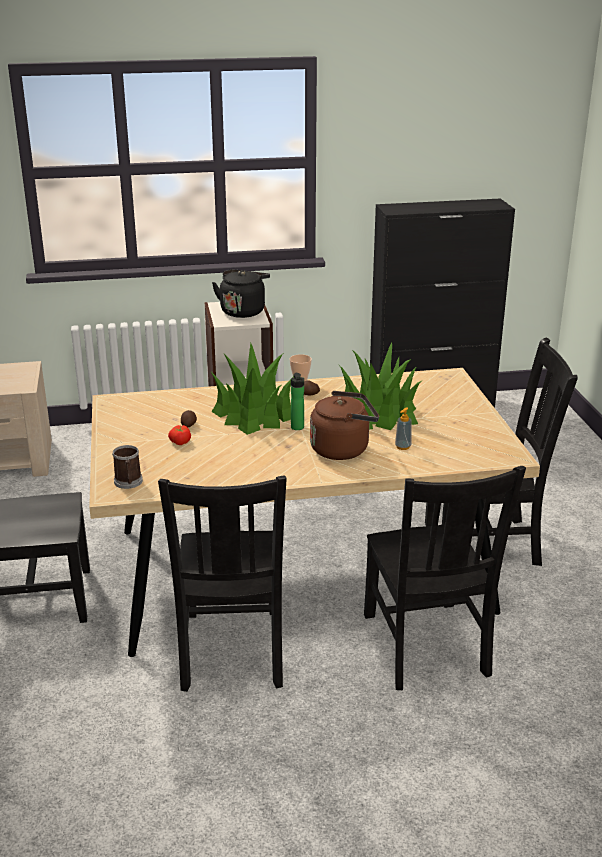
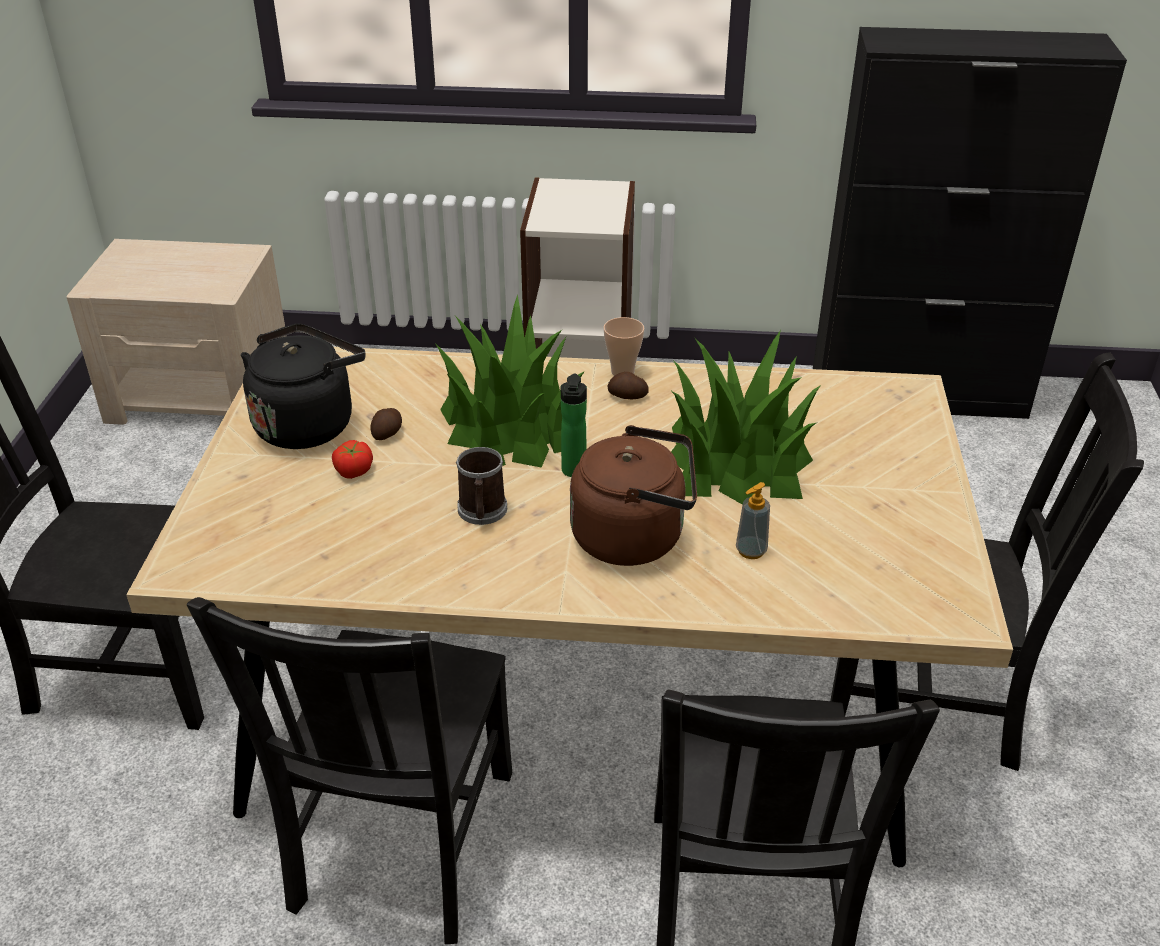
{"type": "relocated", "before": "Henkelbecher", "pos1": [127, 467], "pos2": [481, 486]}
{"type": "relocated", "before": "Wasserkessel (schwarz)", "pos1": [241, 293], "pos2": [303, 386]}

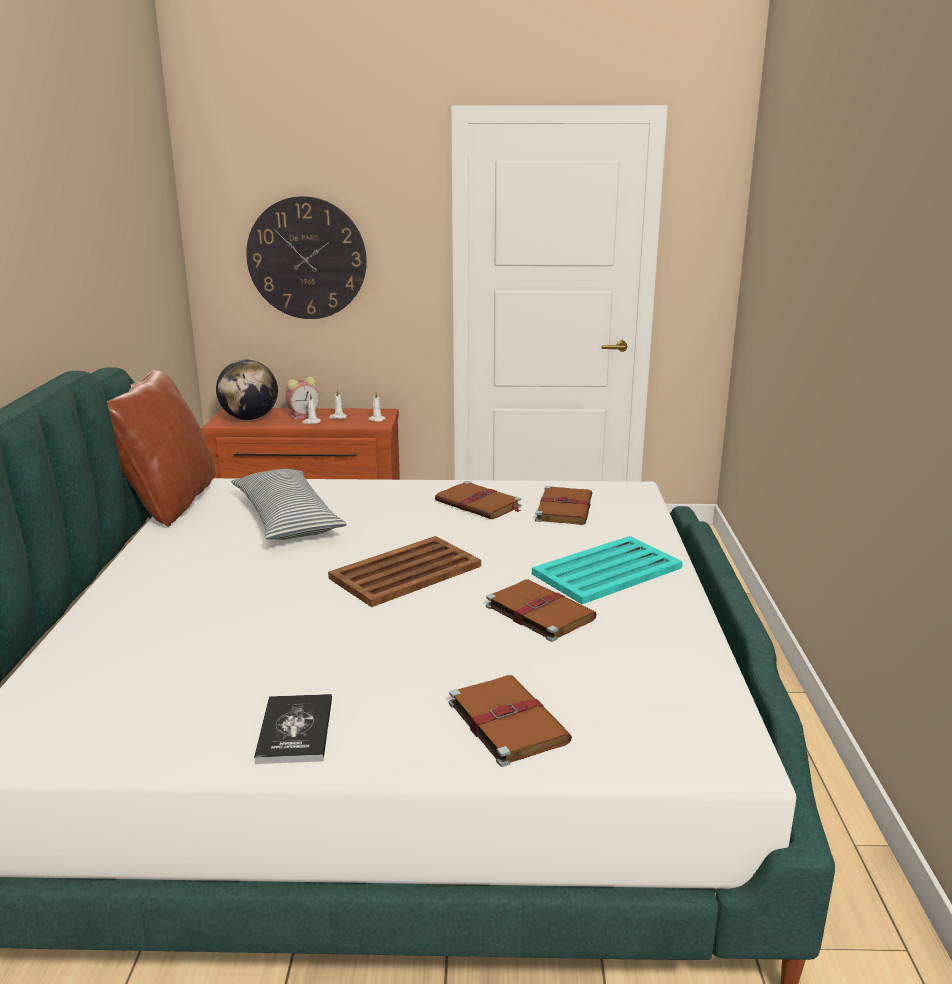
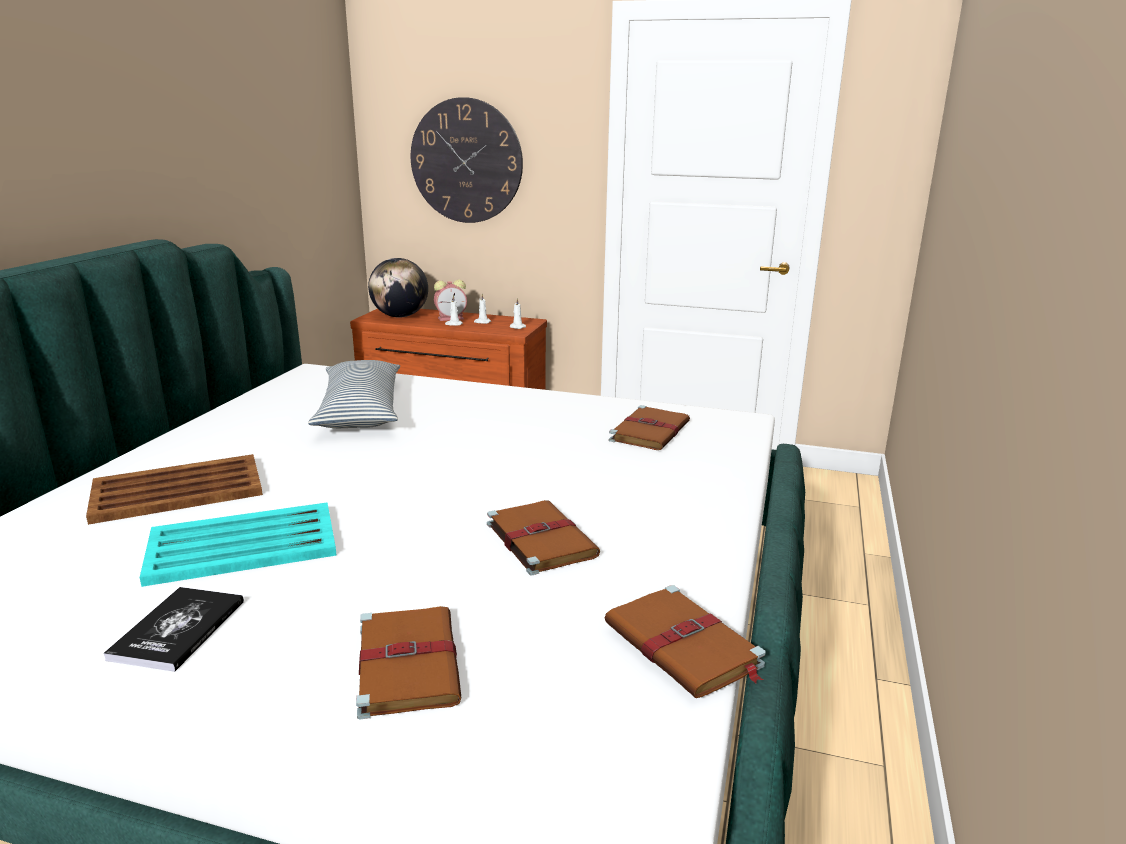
{"type": "missing", "before": "Kissen (braun)", "pos1": [161, 448]}
{"type": "relocated", "before": "Tablett (braun)", "pos1": [404, 571], "pos2": [174, 489]}
{"type": "relocated", "before": "Buch (braun)", "pos1": [478, 500], "pos2": [685, 641]}
{"type": "relocated", "before": "Tablett (türkis)", "pos1": [607, 570], "pos2": [238, 544]}

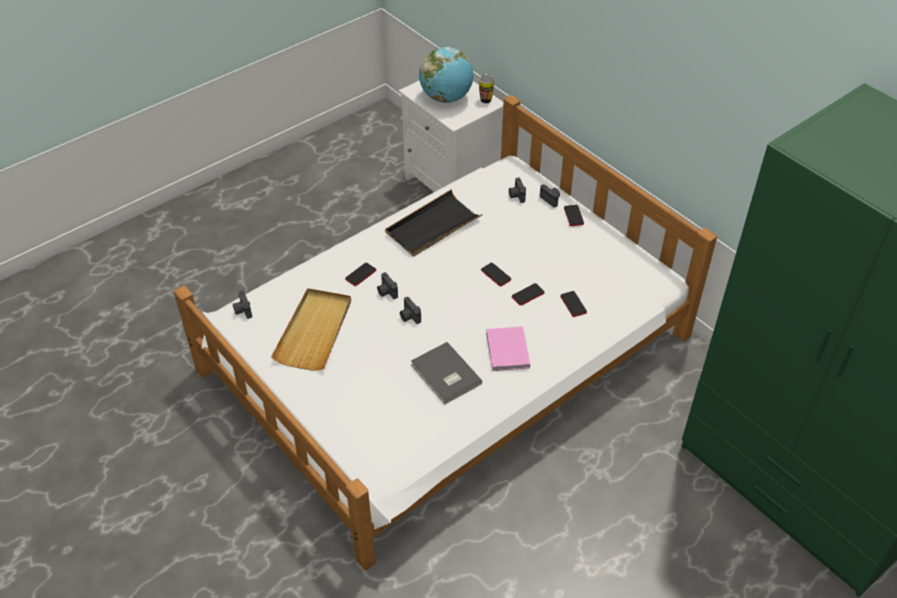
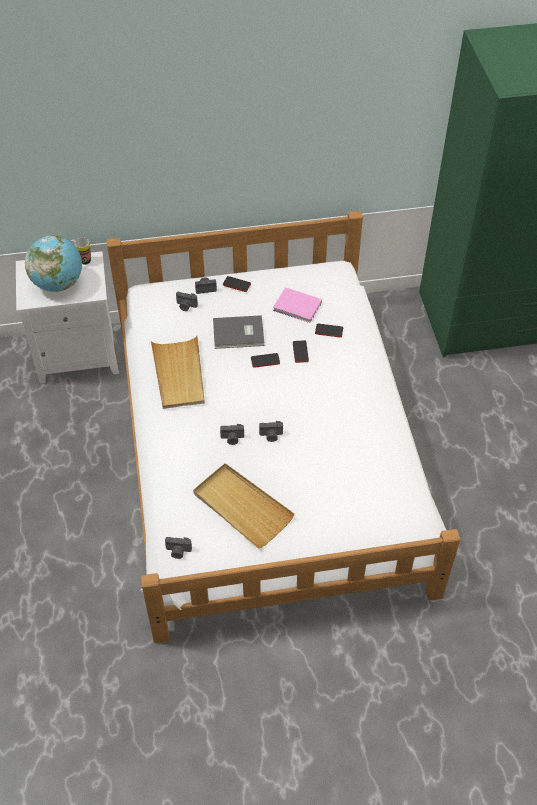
{"type": "missing", "before": "Handy", "pos1": [360, 274]}
{"type": "colour", "before": "Tablett (schwarz)", "after": "Tablett (beige)", "pos1": [434, 223], "pos2": [178, 372]}
{"type": "relocated", "before": "Buch (grau)", "pos1": [446, 373], "pos2": [238, 332]}
{"type": "relocated", "before": "Buch (rosa)", "pos1": [508, 348], "pos2": [297, 305]}

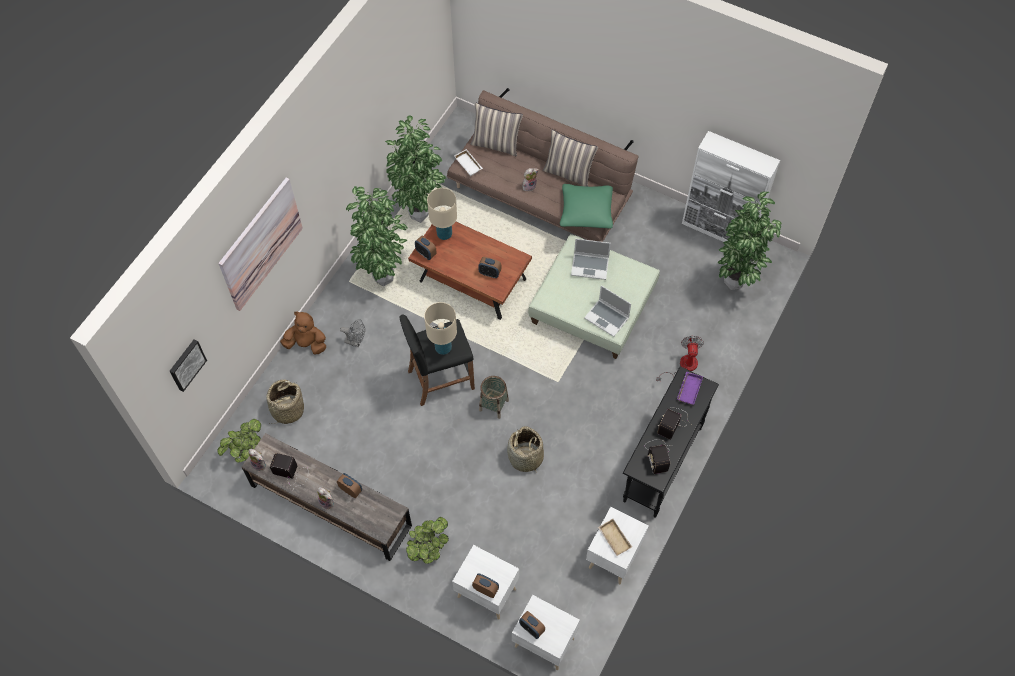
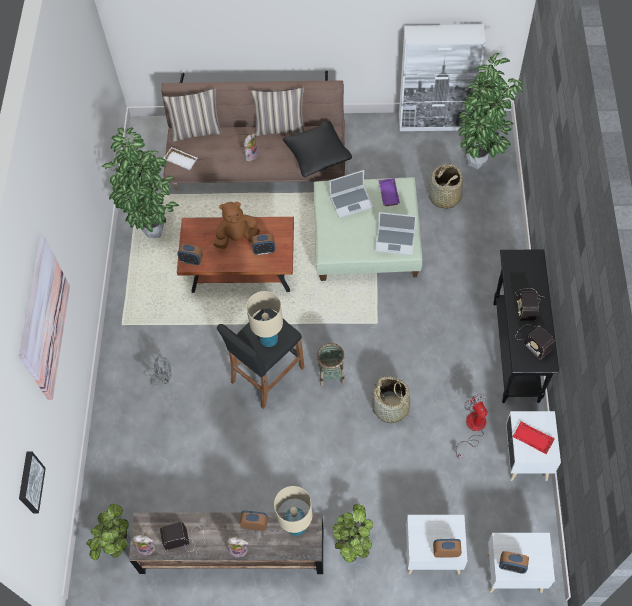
{"type": "relocated", "before": "Korb", "pos1": [285, 402], "pos2": [446, 187]}
{"type": "relocated", "before": "Plüschtier (braun)", "pos1": [303, 333], "pos2": [236, 225]}
{"type": "missing", "before": "Topfpflanze", "pos1": [377, 236]}
{"type": "relocated", "before": "Tischlampe (beige)", "pos1": [442, 214], "pos2": [293, 511]}
{"type": "colour", "before": "Kissen (grün)", "after": "Kissen (schwarz)", "pos1": [586, 206], "pos2": [317, 149]}
{"type": "colour", "before": "Tablett (beige)", "after": "Tablett (rot)", "pos1": [615, 537], "pos2": [533, 437]}
{"type": "relocated", "before": "Ventilator", "pos1": [680, 358], "pos2": [472, 426]}
{"type": "relocated", "before": "Tablett (lila)", "pos1": [690, 388], "pos2": [389, 192]}

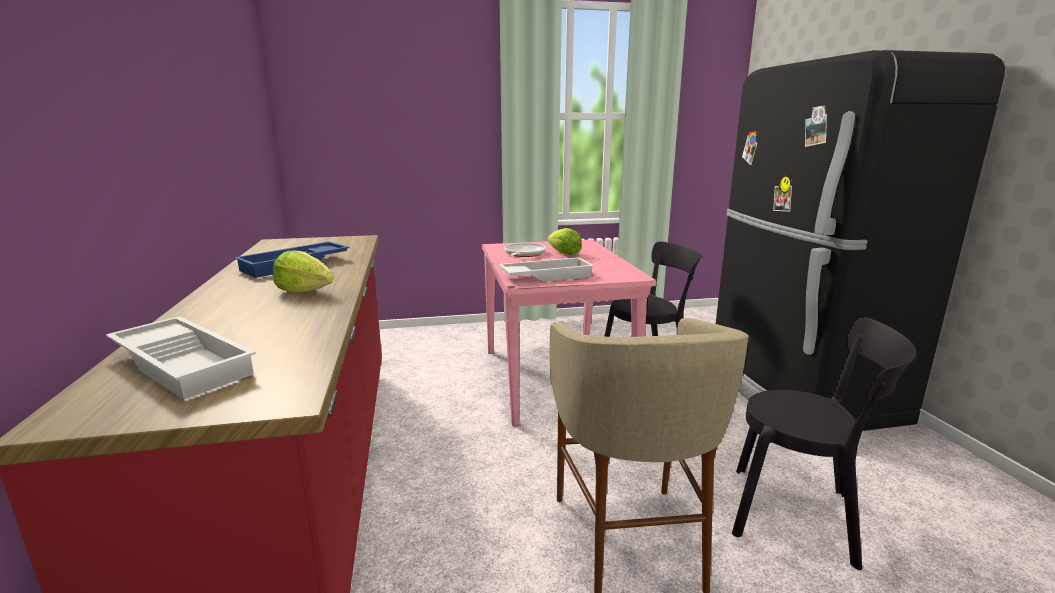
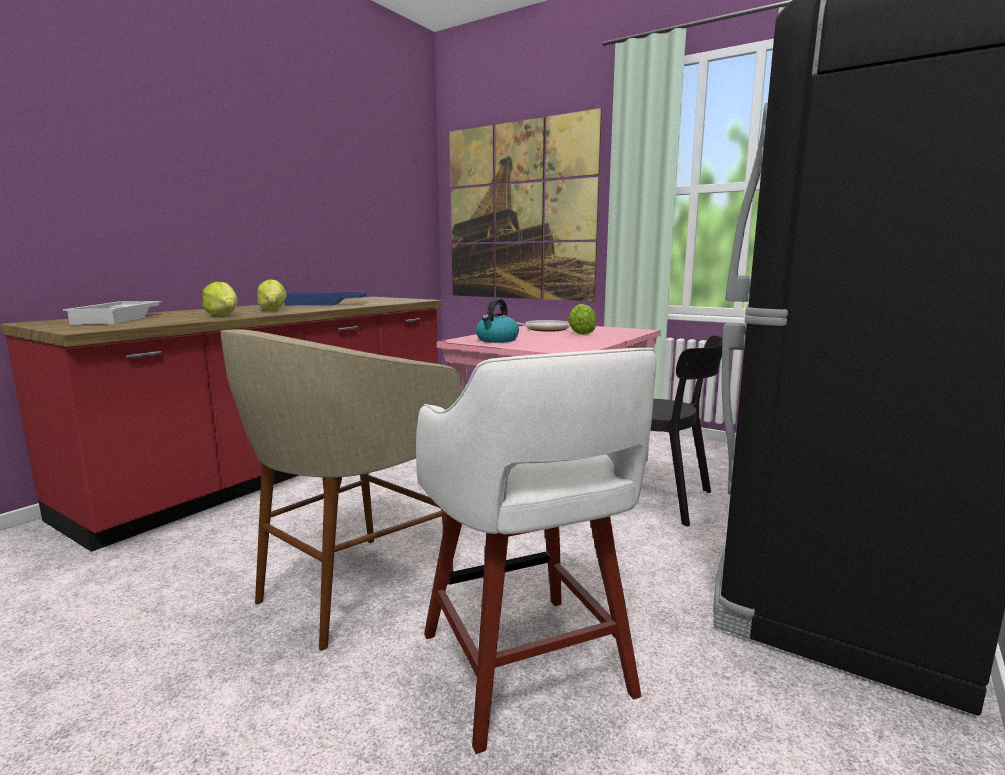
{"type": "exchanged", "before": "Tablett (weiß)", "after": "Wasserkessel", "pos1": [546, 269], "pos2": [497, 321]}
{"type": "exchanged", "before": "Stuhl (schwarz)", "after": "Hocker (weiß)", "pos1": [824, 443], "pos2": [536, 551]}
{"type": "appeared", "after": "Salatkopf", "pos2": [220, 298]}
{"type": "appeared", "after": "Bild", "pos2": [525, 205]}

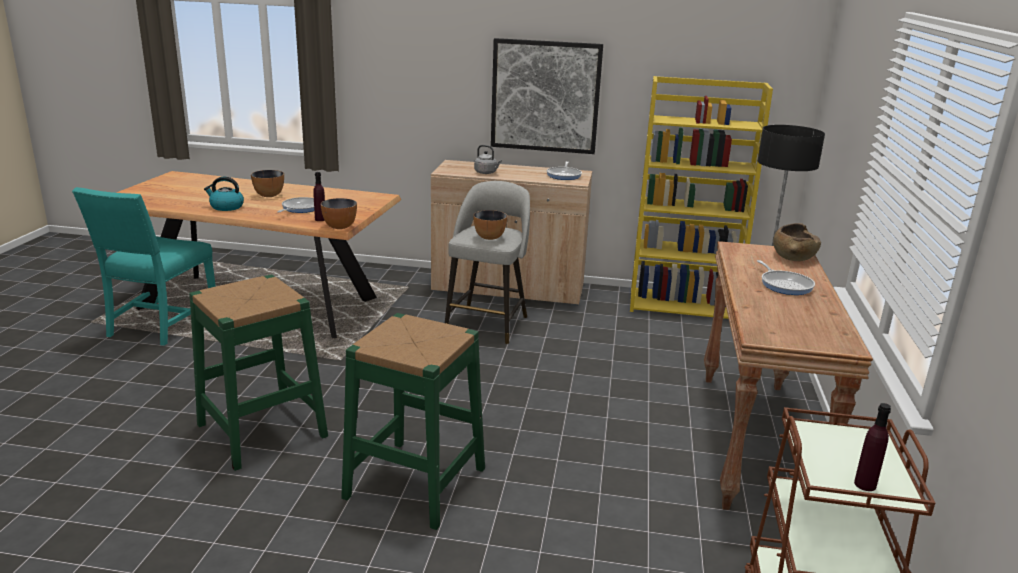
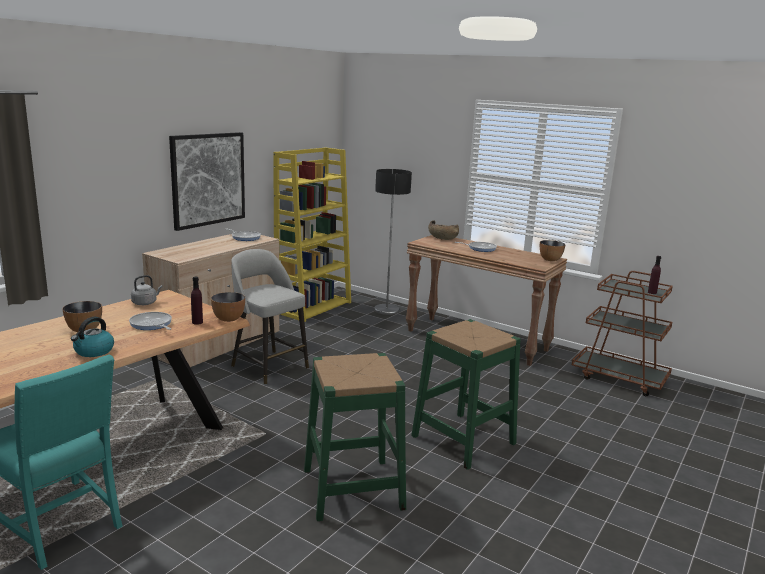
{"type": "relocated", "before": "Schüssel", "pos1": [490, 225], "pos2": [552, 250]}
{"type": "relocated", "before": "Wasserkessel (grau)", "pos1": [488, 159], "pos2": [147, 290]}

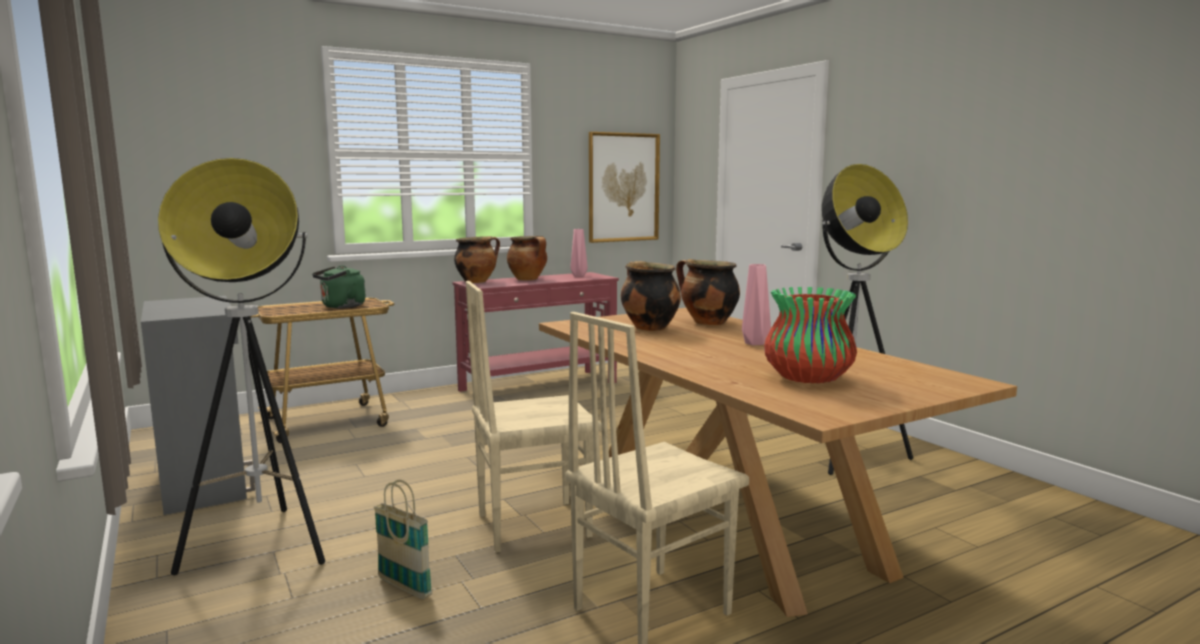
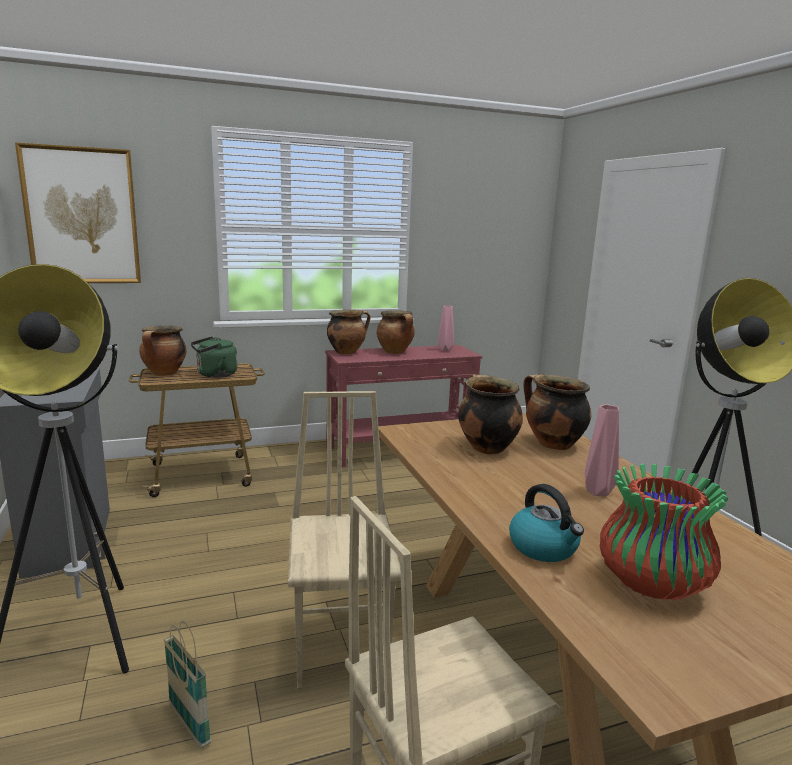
{"type": "spun", "before": "Stuhl (beige)", "pos1": [534, 417], "pos2": [344, 539], "turn": 90}
{"type": "relocated", "before": "Bild", "pos1": [624, 187], "pos2": [78, 212]}
{"type": "appeared", "after": "Kochtopf", "pos2": [162, 350]}
{"type": "appeared", "after": "Wasserkessel", "pos2": [546, 523]}

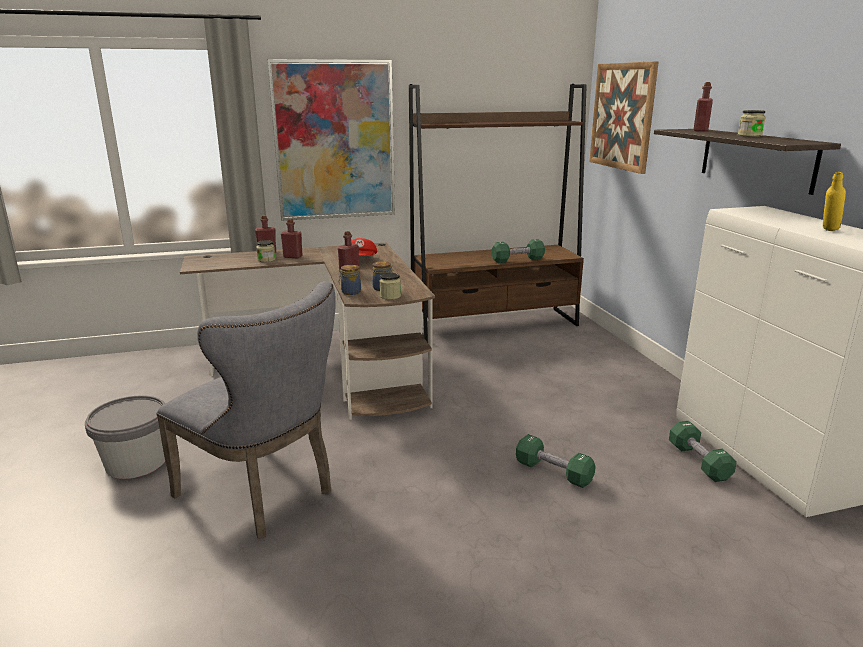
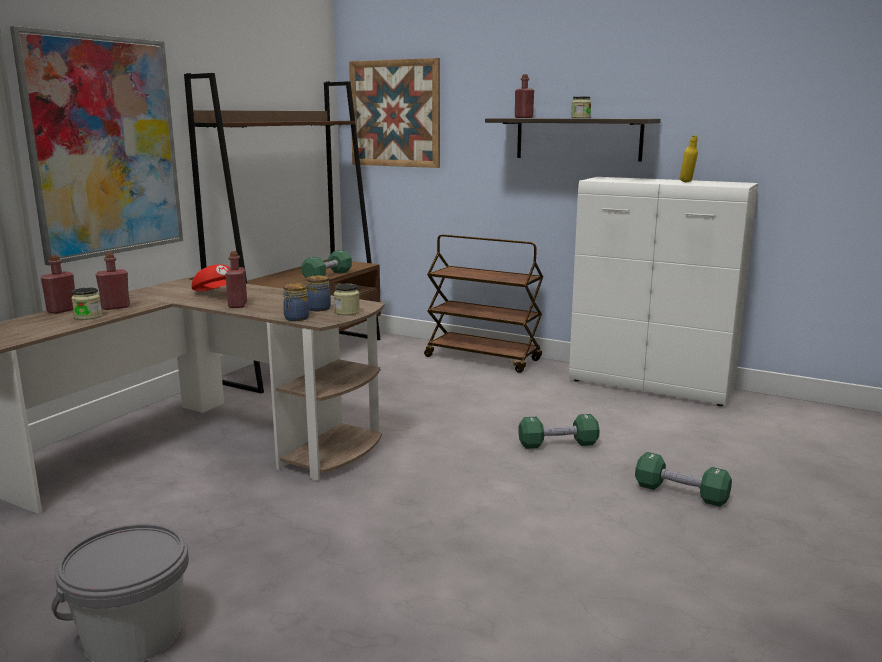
{"type": "missing", "before": "Stuhl (grau)", "pos1": [246, 410]}
{"type": "relocated", "before": "Hantel (grün)", "pos1": [703, 451], "pos2": [683, 479]}
{"type": "appeared", "after": "Rollwagen (braun)", "pos2": [483, 303]}

